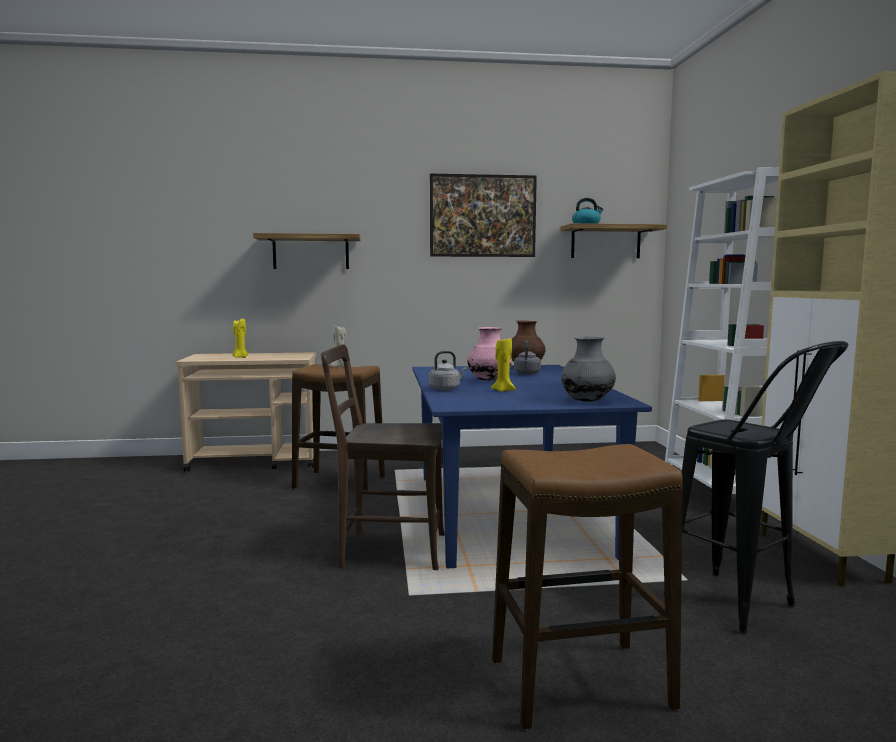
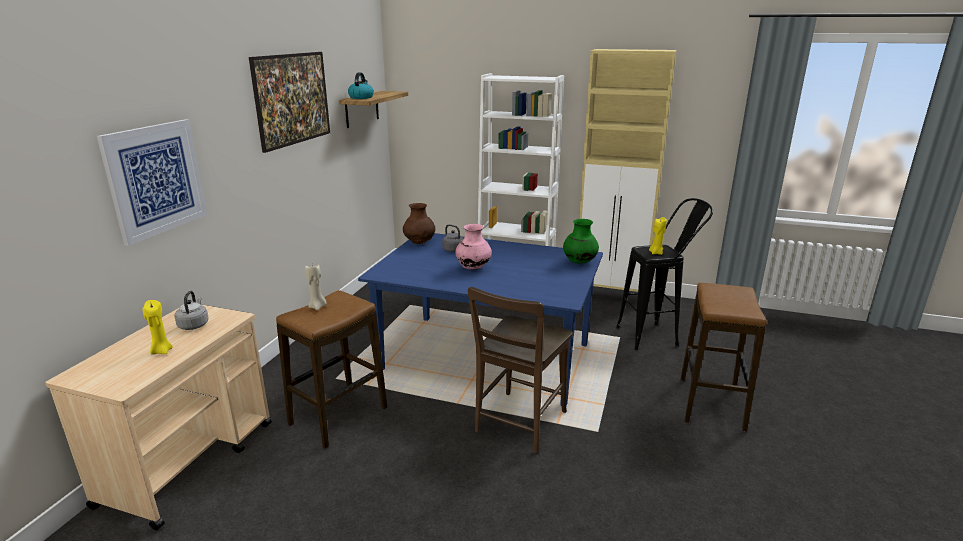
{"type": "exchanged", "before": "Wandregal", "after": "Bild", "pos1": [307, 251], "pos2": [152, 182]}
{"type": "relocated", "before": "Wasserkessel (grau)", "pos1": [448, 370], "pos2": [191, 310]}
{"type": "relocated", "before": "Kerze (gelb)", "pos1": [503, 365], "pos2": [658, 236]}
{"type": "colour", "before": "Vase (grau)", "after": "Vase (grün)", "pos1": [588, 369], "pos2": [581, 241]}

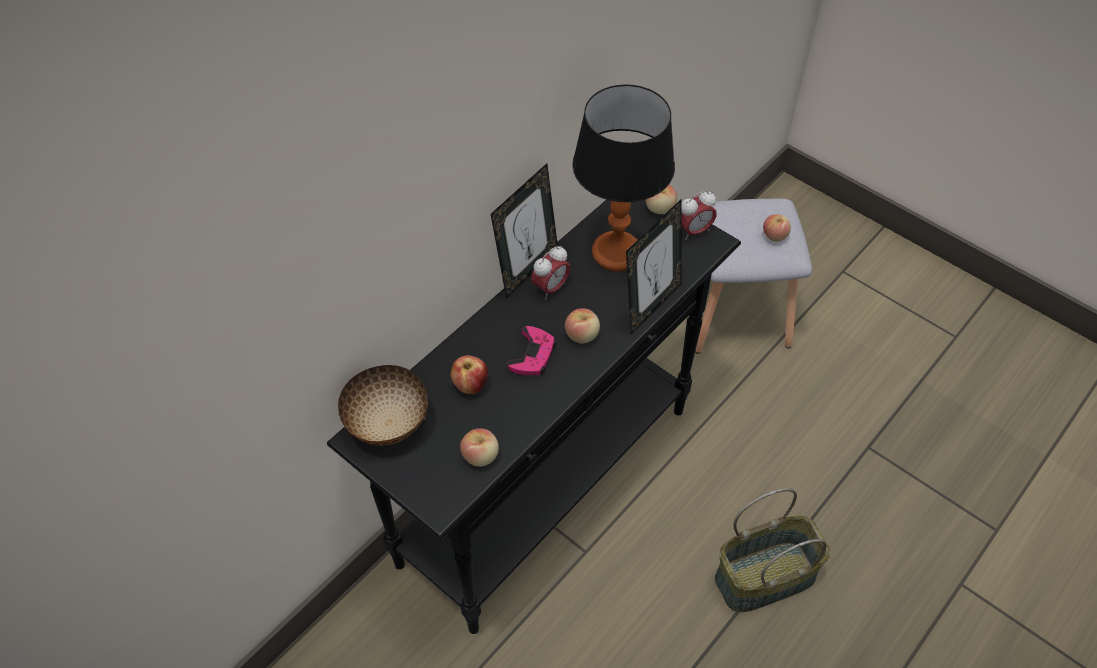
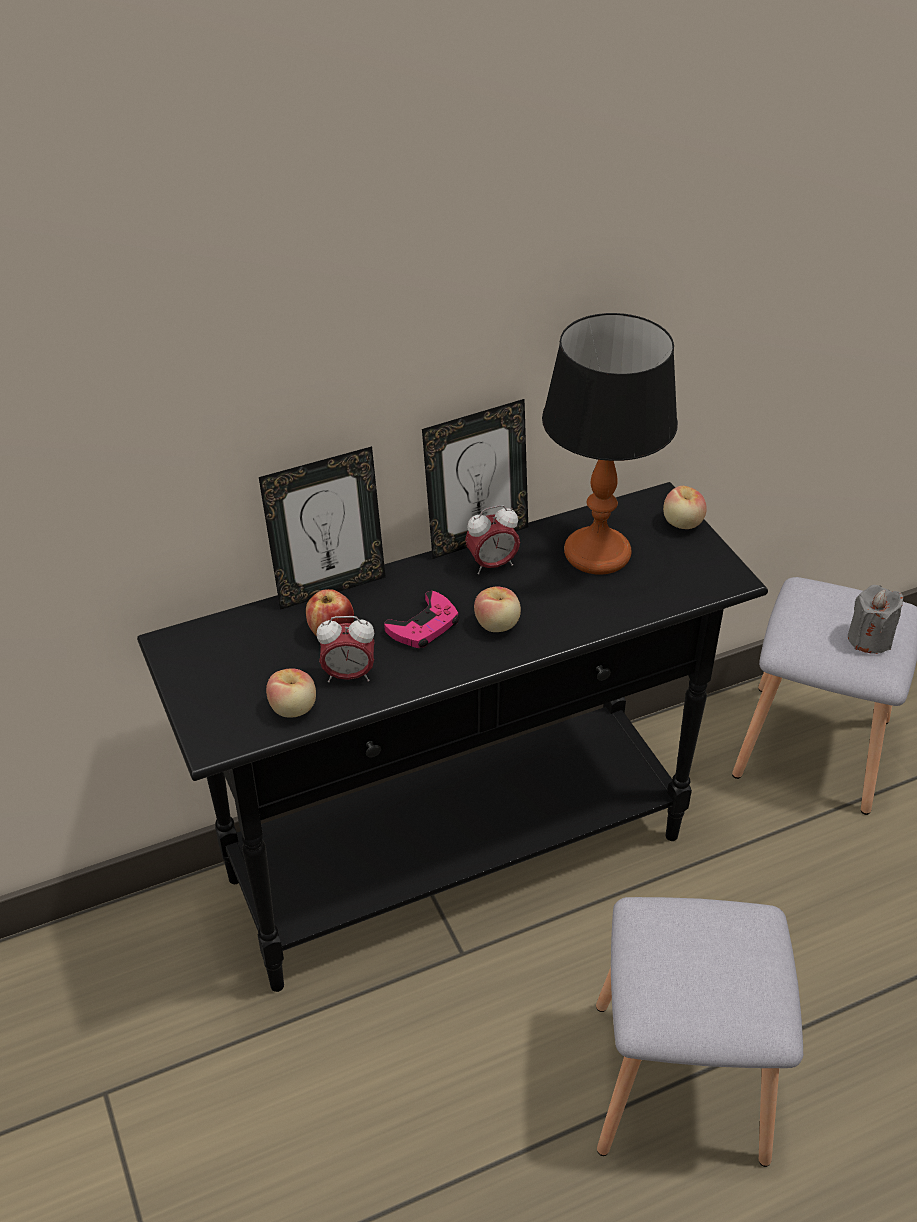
{"type": "missing", "before": "Schüssel", "pos1": [383, 405]}
{"type": "relocated", "before": "Bilderrahmen", "pos1": [654, 267], "pos2": [322, 528]}
{"type": "relocated", "before": "Wecker", "pos1": [699, 215], "pos2": [345, 649]}
{"type": "exchanged", "before": "Korb", "after": "Hocker (grau)", "pos1": [772, 550], "pos2": [699, 1032]}
{"type": "exchanged", "before": "Apfel", "after": "Kerze (grau)", "pos1": [777, 228], "pos2": [875, 619]}

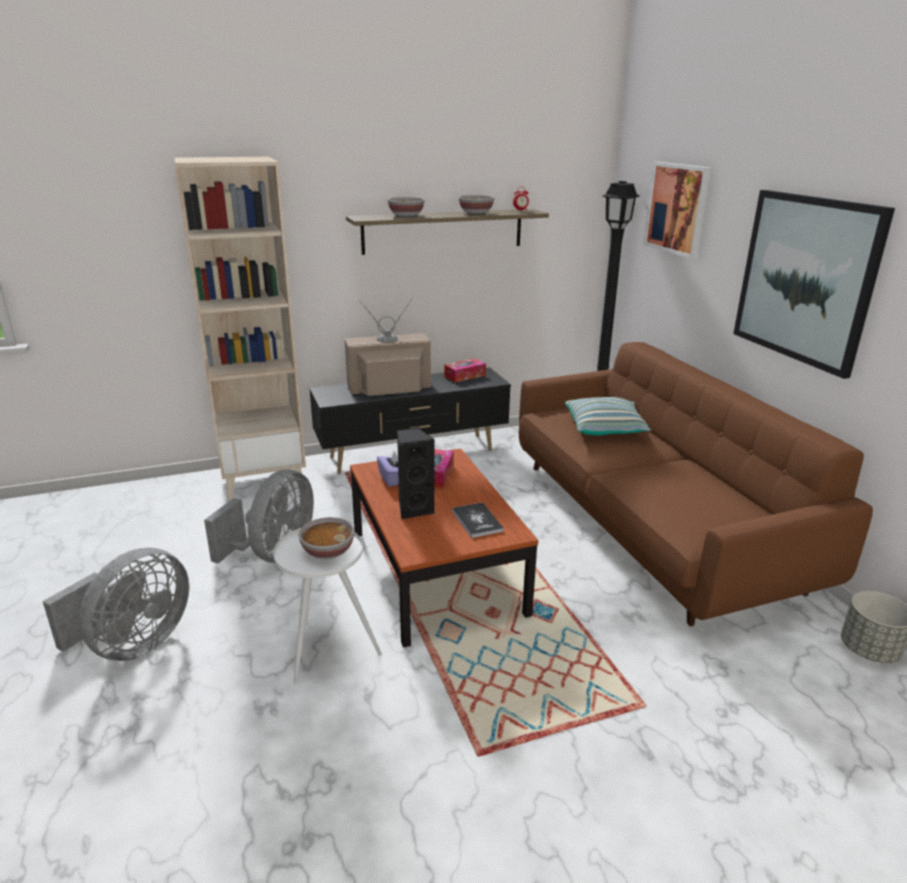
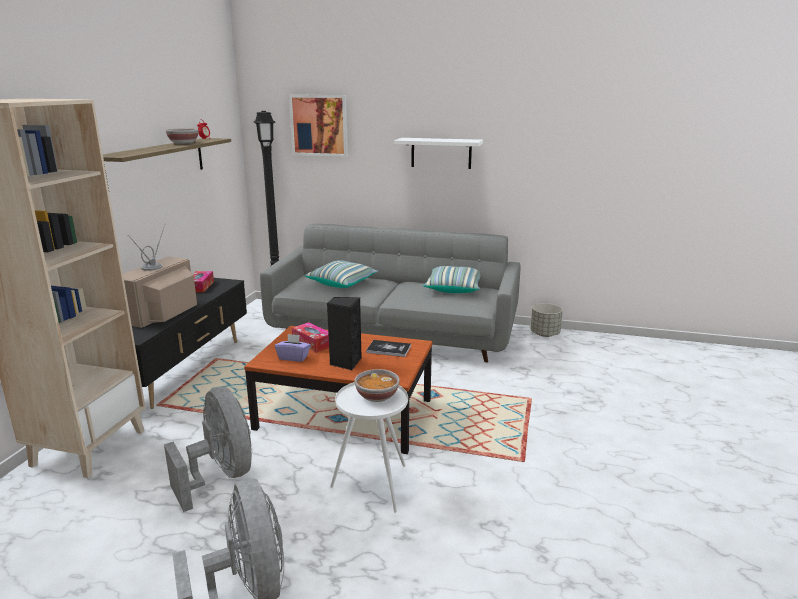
{"type": "missing", "before": "Schüssel", "pos1": [406, 207]}
{"type": "colour", "before": "Sofa (braun)", "after": "Sofa (grau)", "pos1": [696, 484], "pos2": [390, 293]}
{"type": "exchanged", "before": "Bild", "after": "Wandregal (weiß)", "pos1": [814, 284], "pos2": [438, 153]}
{"type": "appeared", "after": "Kissen", "pos2": [451, 279]}

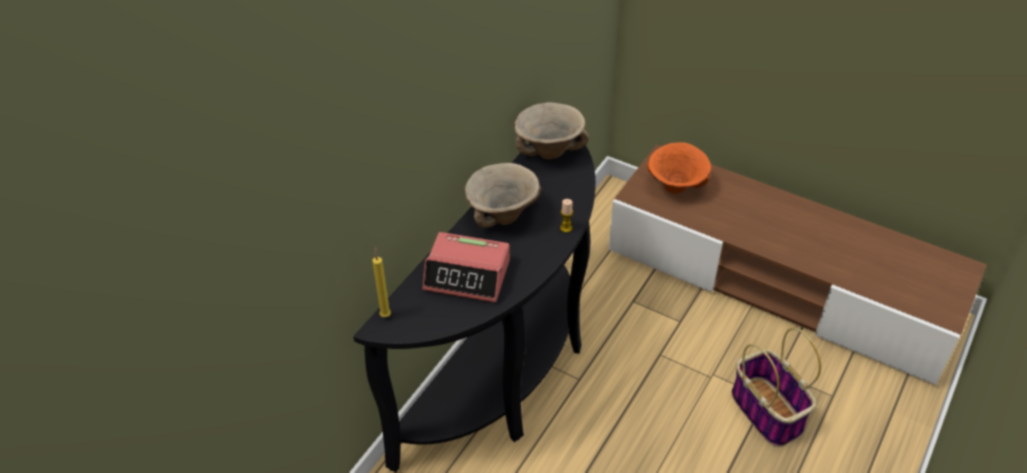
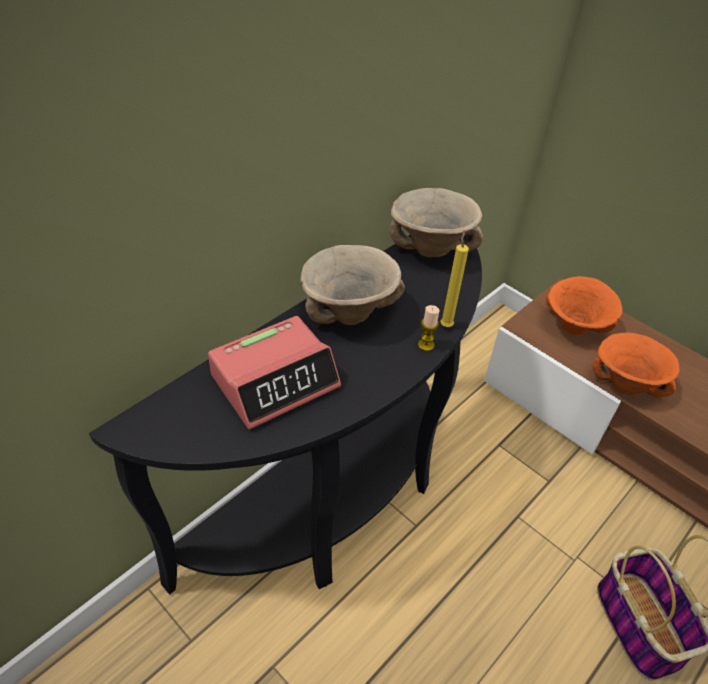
{"type": "relocated", "before": "Kerze (gelb)", "pos1": [381, 281], "pos2": [454, 278]}
{"type": "spun", "before": "Wecker", "pos1": [466, 267], "pos2": [274, 373], "turn": -60}
{"type": "appeared", "after": "Schüssel (orange)", "pos2": [636, 365]}

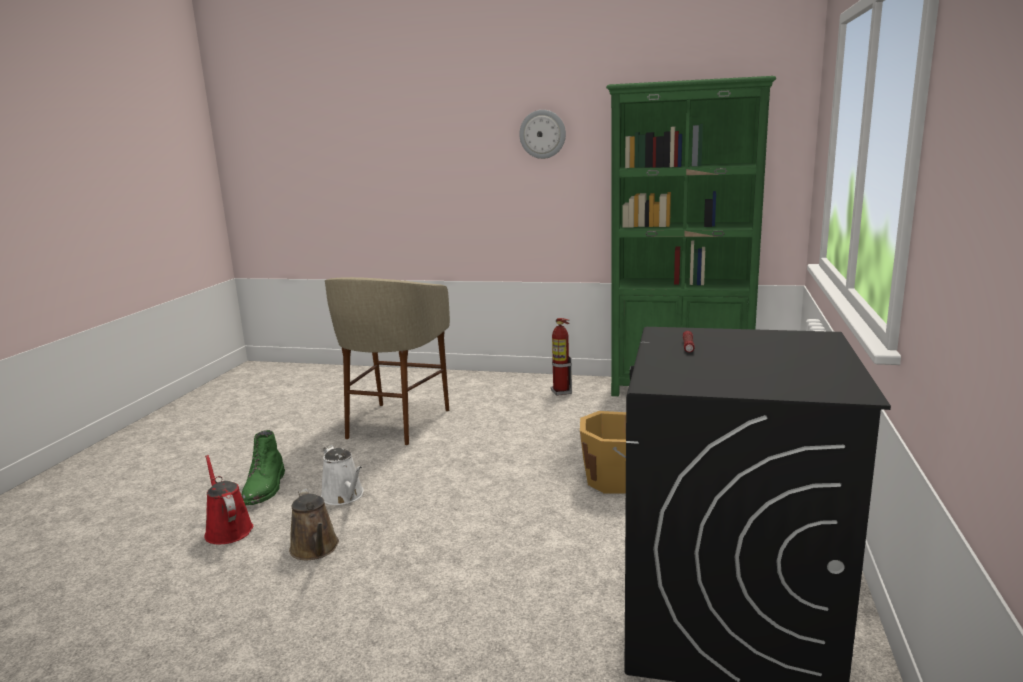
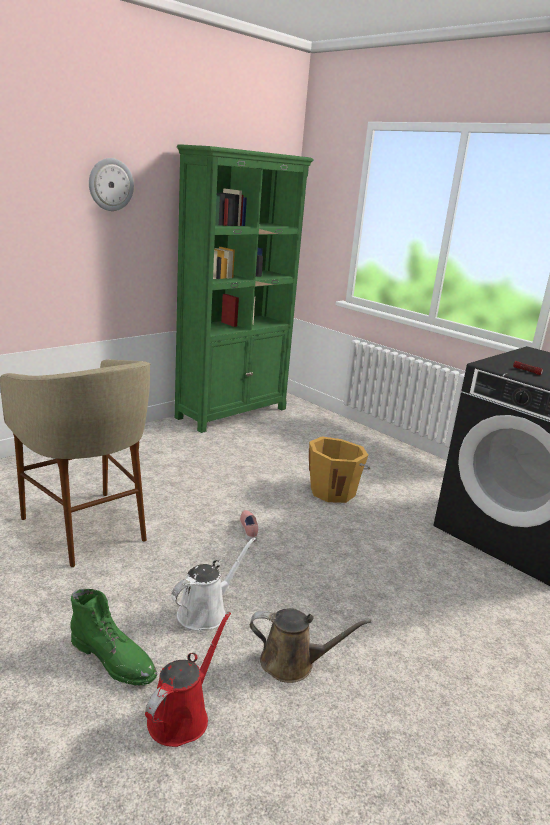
{"type": "spun", "before": "Gießkanne (rot)", "pos1": [228, 499], "pos2": [188, 679], "turn": 120}
{"type": "spun", "before": "Gießkanne (weiß)", "pos1": [342, 475], "pos2": [213, 583], "turn": -45}
{"type": "missing", "before": "Feuerlöscher", "pos1": [561, 357]}
{"type": "appeared", "after": "Schuh (rosa)", "pos2": [249, 526]}

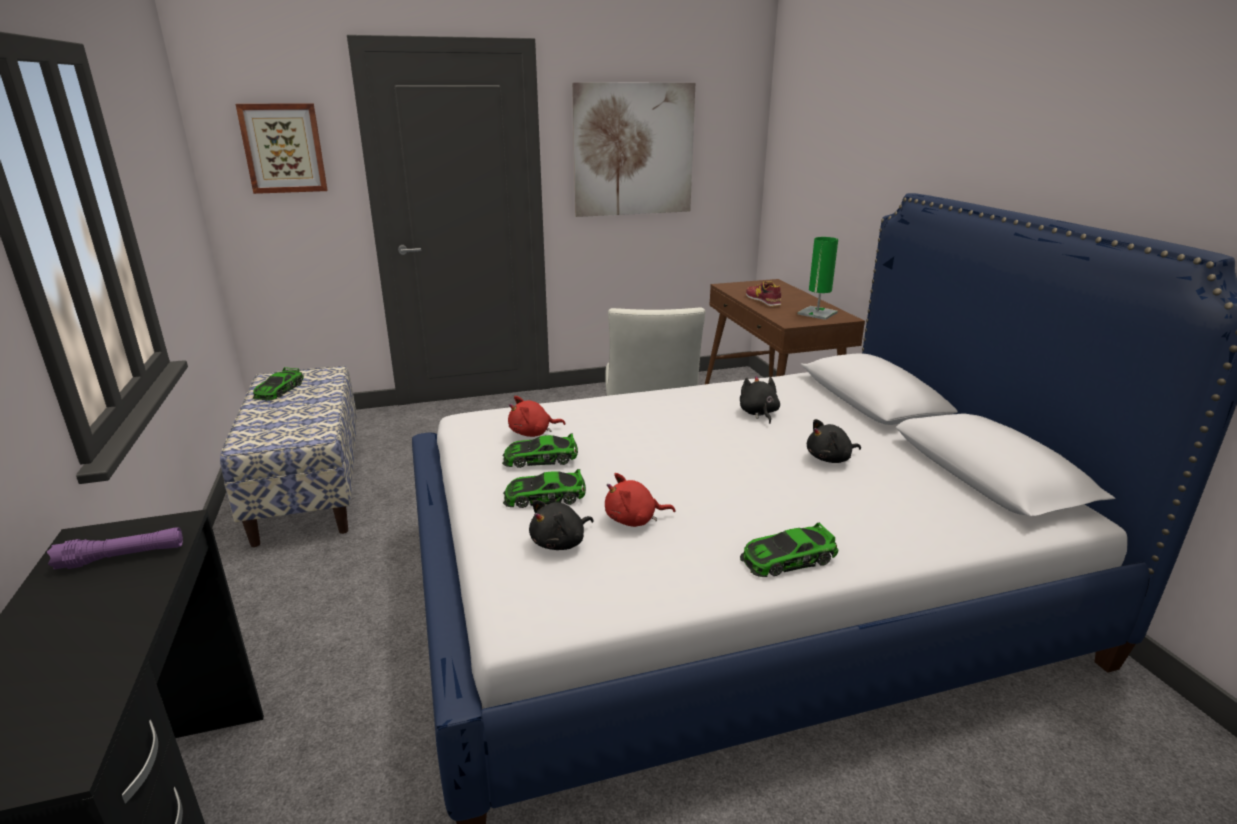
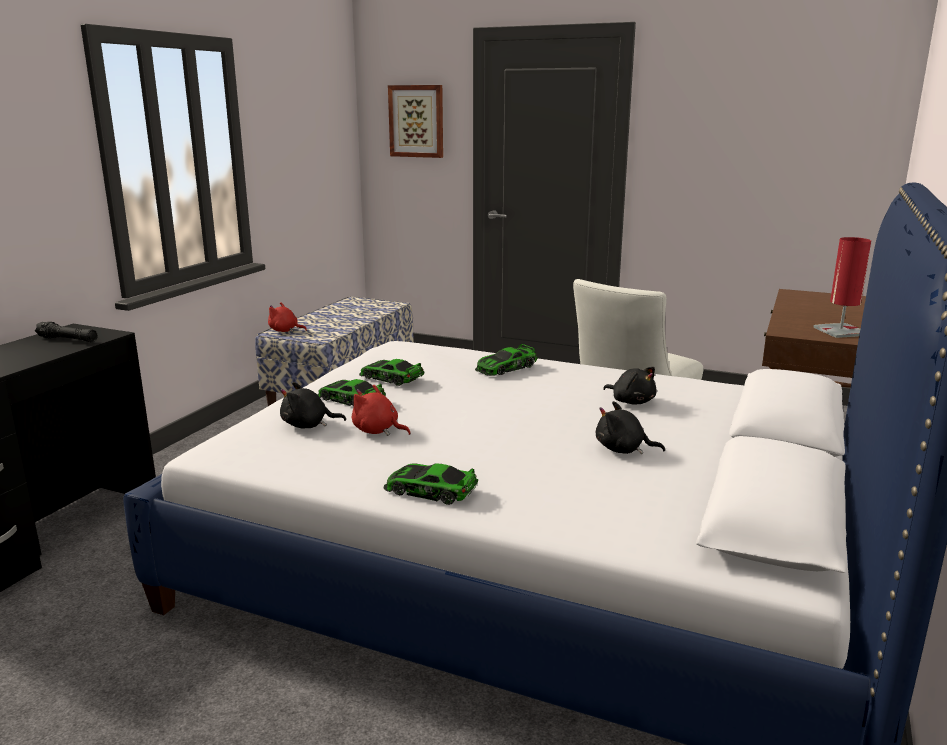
{"type": "colour", "before": "Taschenlampe (lila)", "after": "Taschenlampe (schwarz)", "pos1": [115, 548], "pos2": [66, 331]}
{"type": "relocated", "before": "Spielzeugauto", "pos1": [278, 384], "pos2": [506, 360]}
{"type": "relocated", "before": "Plüschtier (rot)", "pos1": [536, 416], "pos2": [287, 317]}
{"type": "missing", "before": "Bild", "pos1": [633, 149]}
{"type": "spun", "before": "Plüschtier (schwarz)", "pos1": [760, 400], "pos2": [629, 386], "turn": 105}
{"type": "missing", "before": "Schuh", "pos1": [763, 294]}
{"type": "colour", "before": "Tischlampe (grün)", "after": "Tischlampe (rot)", "pos1": [818, 278], "pos2": [842, 287]}

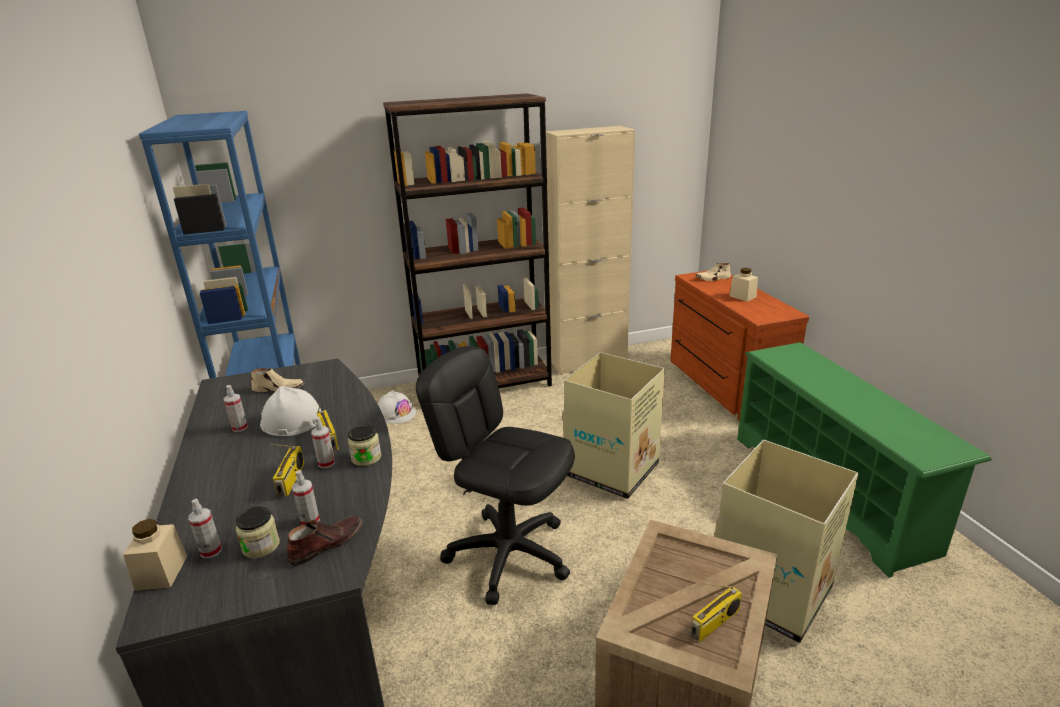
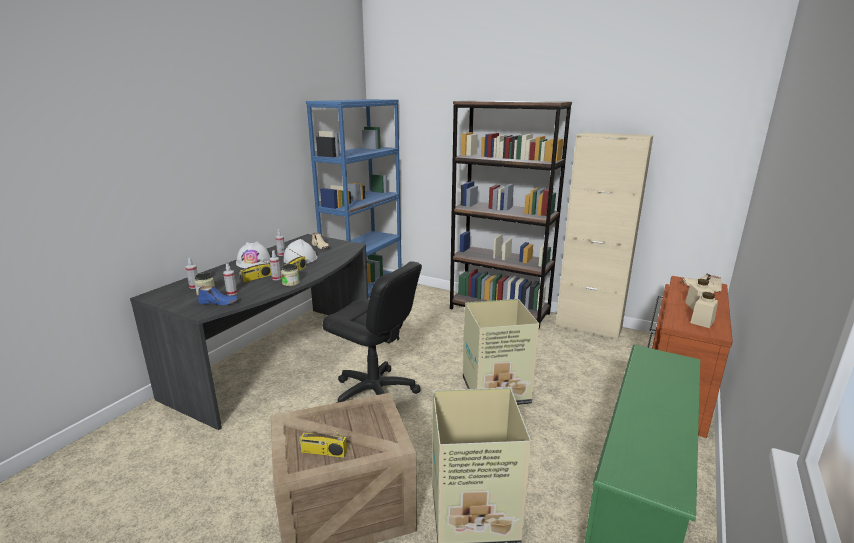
{"type": "relocated", "before": "Vorratsglas (beige)", "pos1": [155, 555], "pos2": [704, 310]}
{"type": "colour", "before": "Schuh (braun)", "after": "Schuh (blau)", "pos1": [325, 540], "pos2": [218, 295]}
{"type": "relocated", "before": "Schutzhelm (weiß)", "pos1": [397, 407], "pos2": [253, 255]}
{"type": "spun", "before": "Bürostuhl (schwarz)", "pos1": [495, 475], "pos2": [372, 332], "turn": 135}

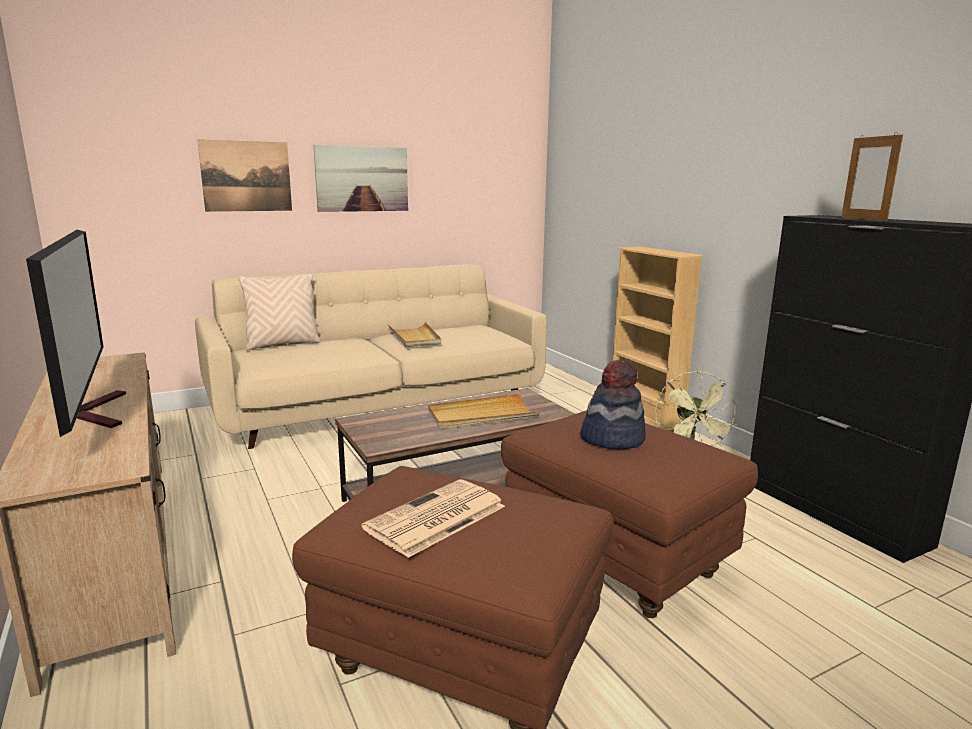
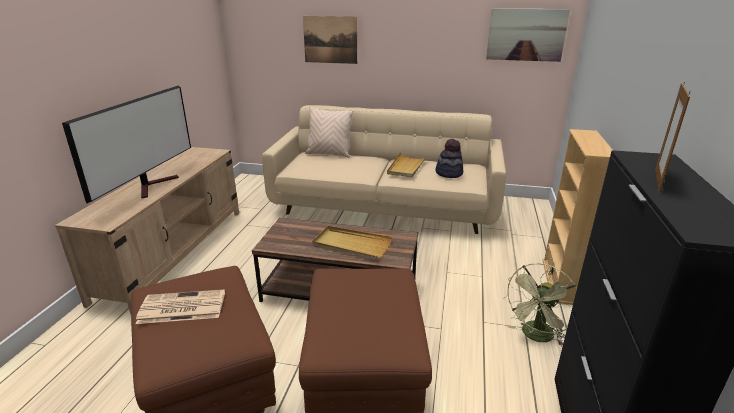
{"type": "relocated", "before": "Bild", "pos1": [361, 178], "pos2": [528, 35]}
{"type": "relocated", "before": "Hut", "pos1": [613, 404], "pos2": [449, 158]}

